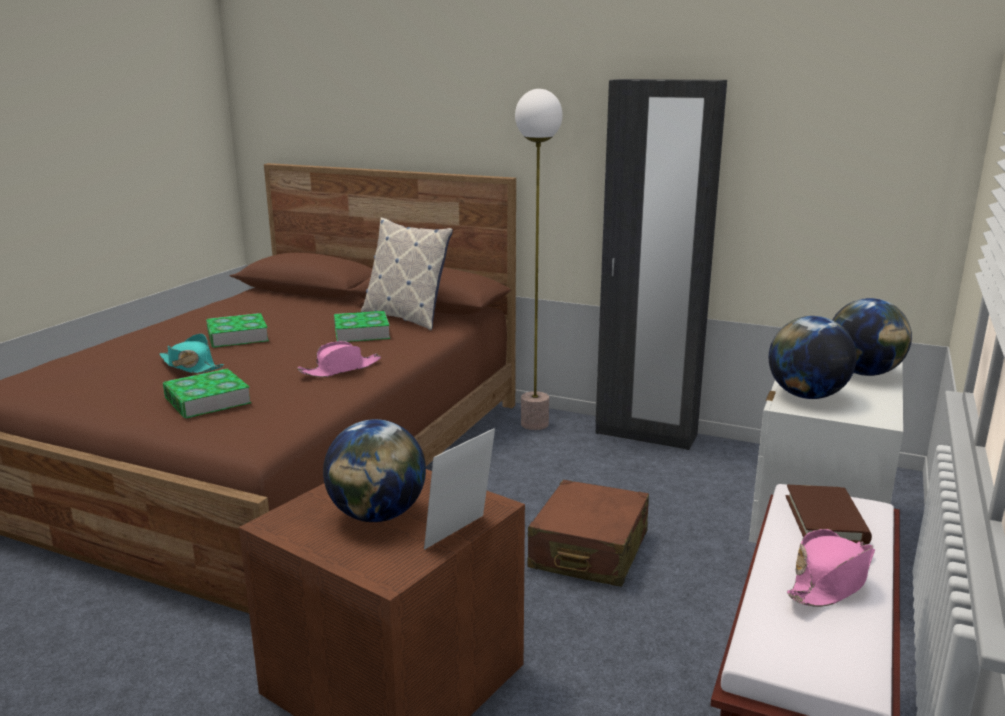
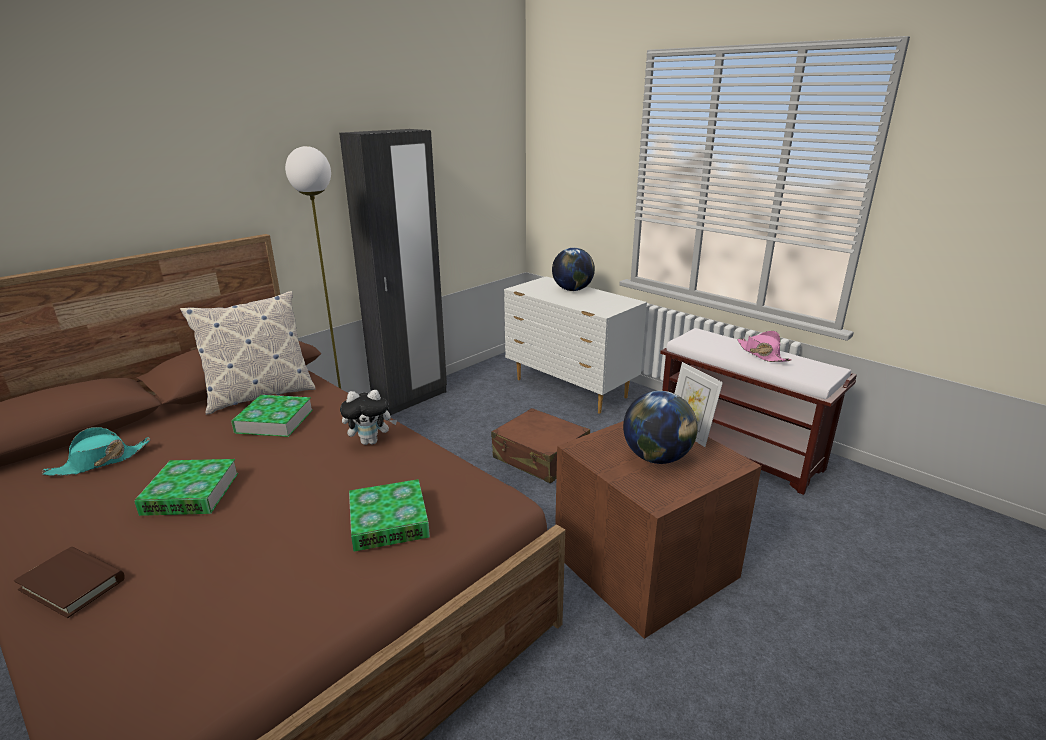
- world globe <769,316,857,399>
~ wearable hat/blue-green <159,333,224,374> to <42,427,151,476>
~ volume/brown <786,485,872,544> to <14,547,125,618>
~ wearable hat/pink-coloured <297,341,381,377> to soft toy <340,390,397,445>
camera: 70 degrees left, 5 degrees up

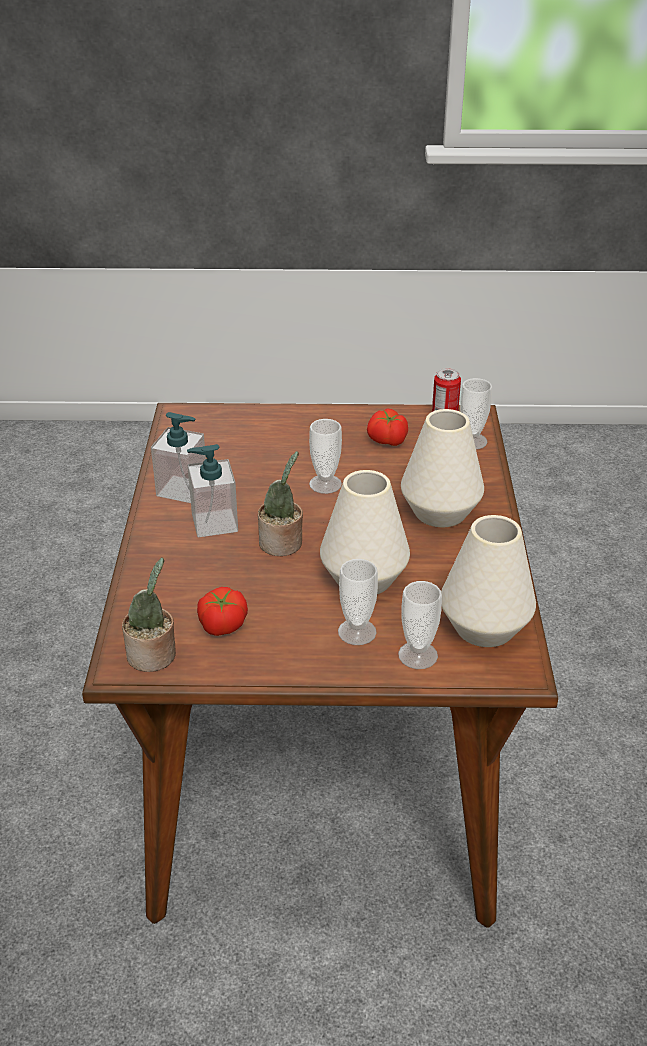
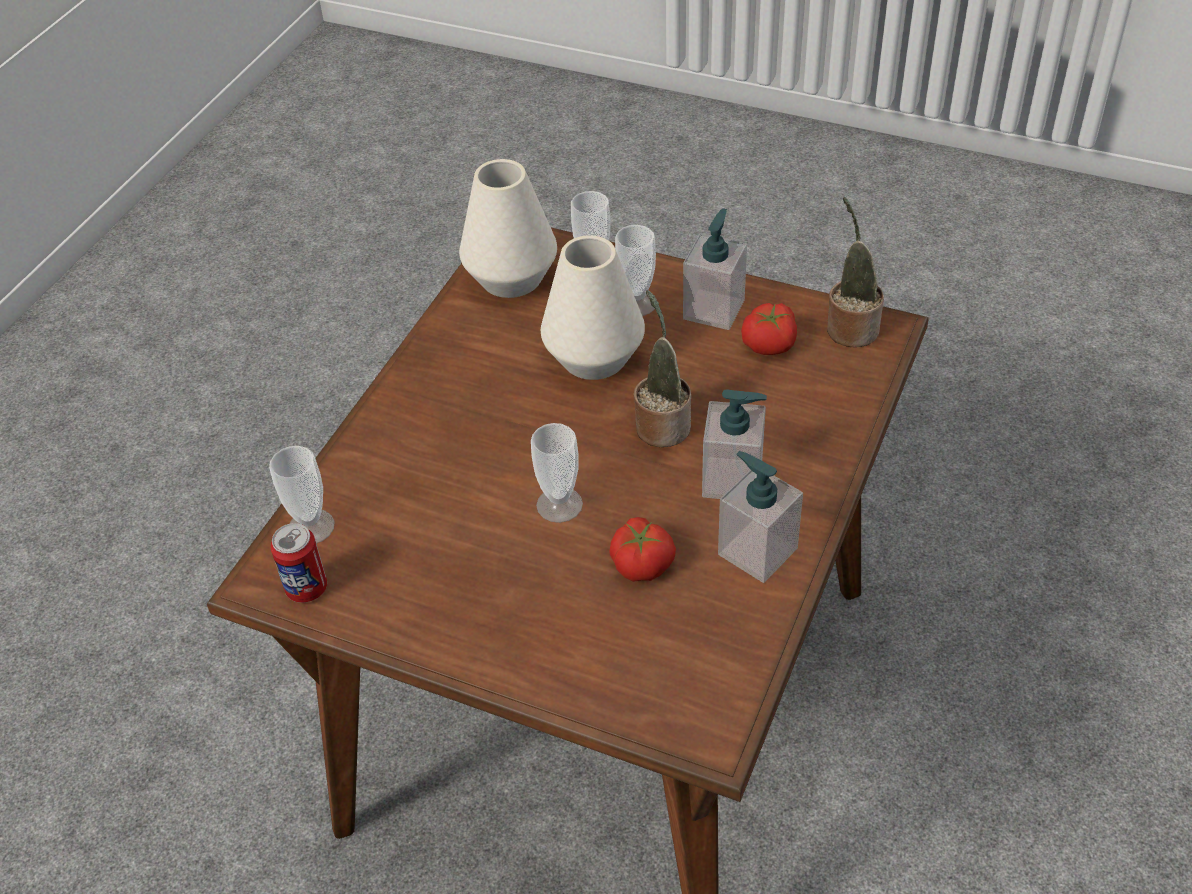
- decorative vase/white-coloured <401,409,484,527>
+ soap dispenser <683,208,747,330>
~ fresh tomato <367,408,408,446> to <609,517,676,582>
camera: 155 degrees left, 10 degrees up

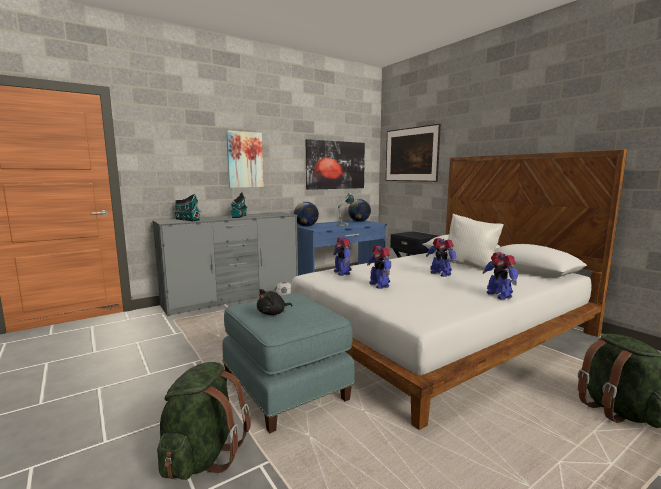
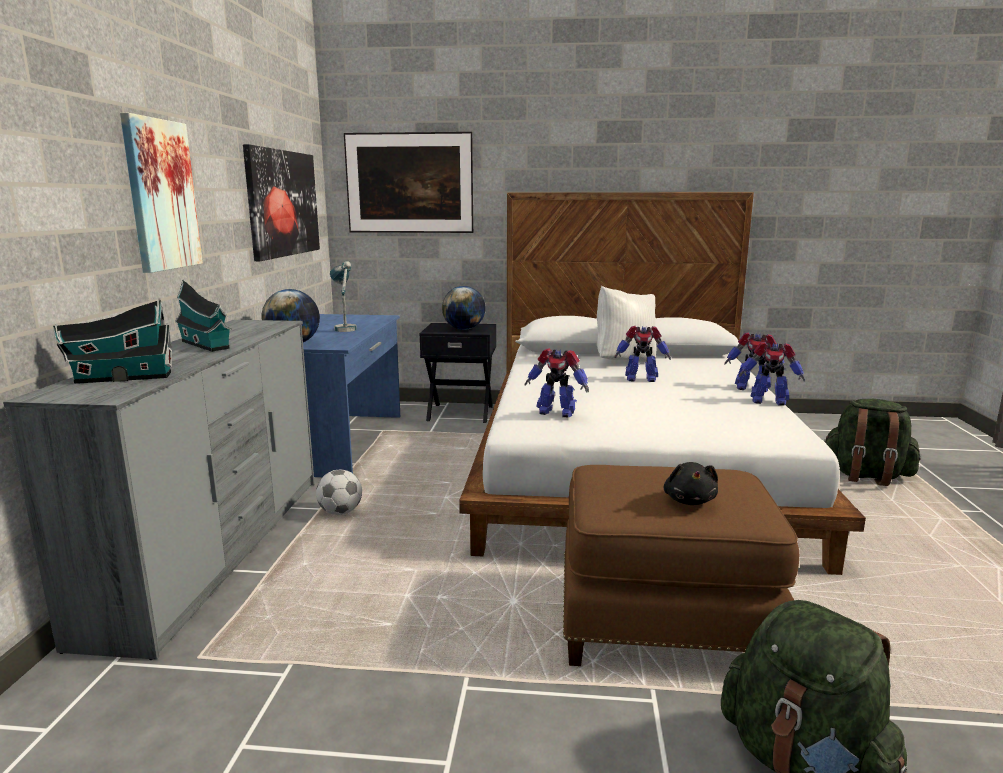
~ world globe <348,199,371,222> to <442,286,486,330>
~ model robot <367,245,391,289> to <739,342,805,406>
~ pouffe/blue-coloured <222,293,355,433> to pouffe/brown <563,465,799,666>
camera: 50 degrees left, 5 degrees up

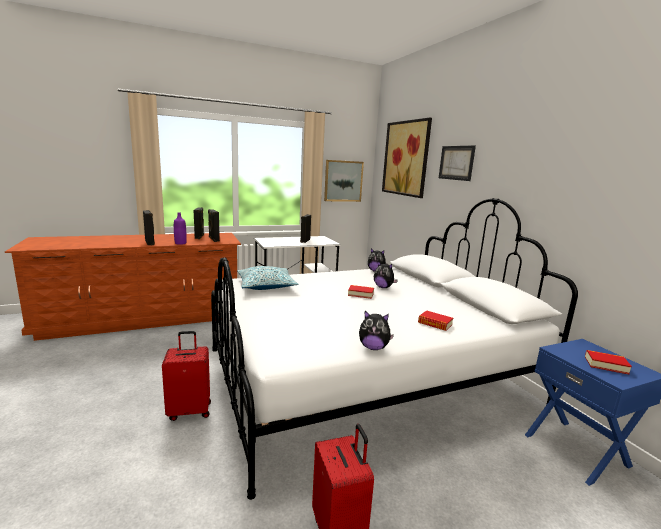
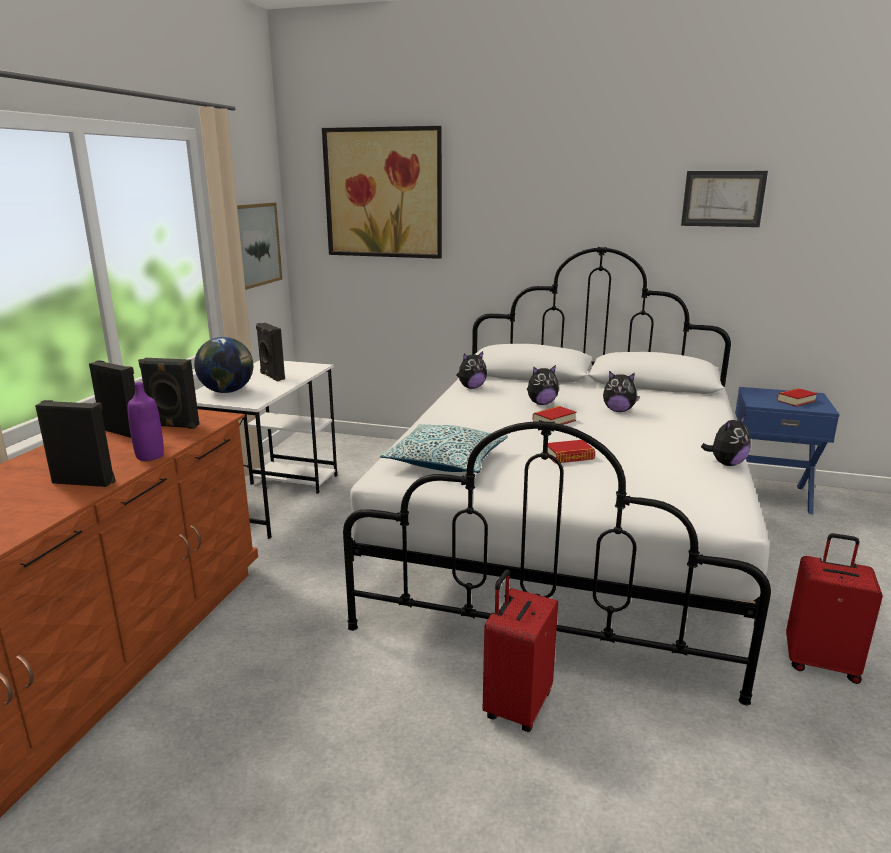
+ world globe <194,337,253,393>
+ soft toy <603,371,640,412>
~ volume <418,310,453,331> to <547,440,595,464>
~ wall picture <439,145,476,181> to <681,171,768,227>
camera: 50 degrees left, 5 degrees up

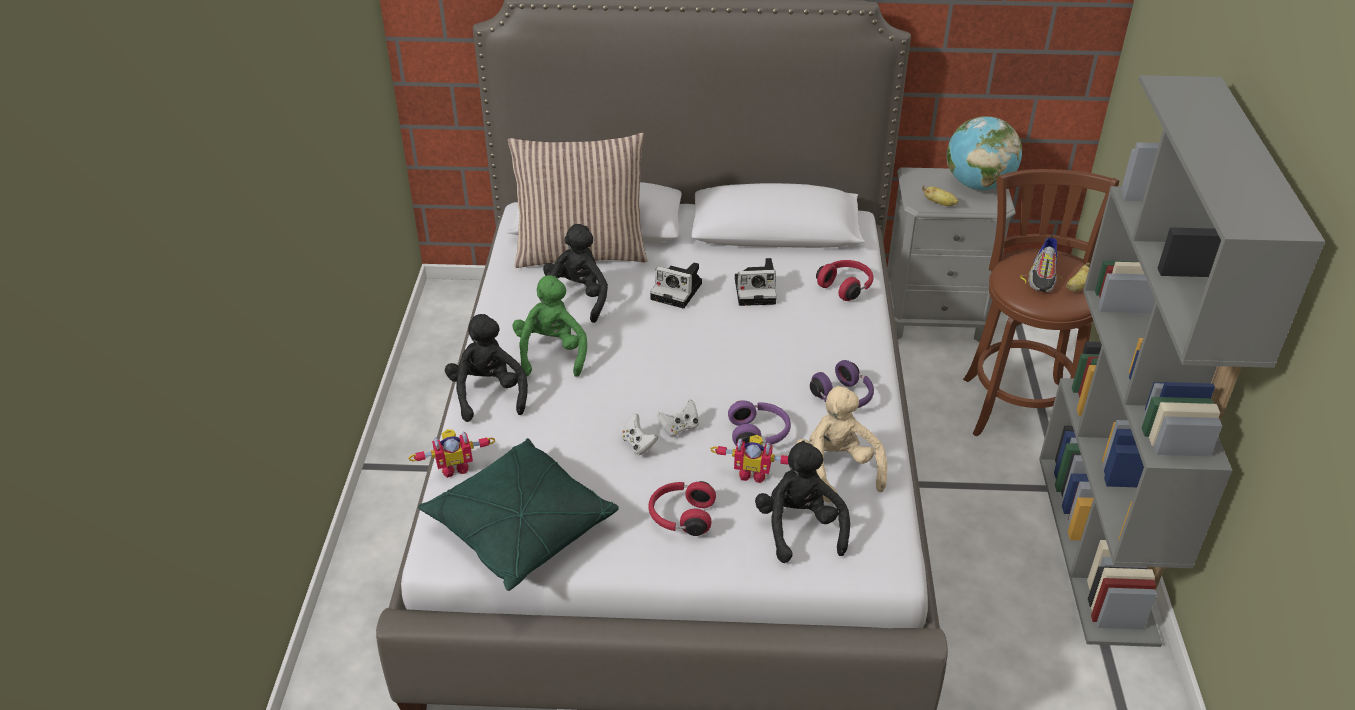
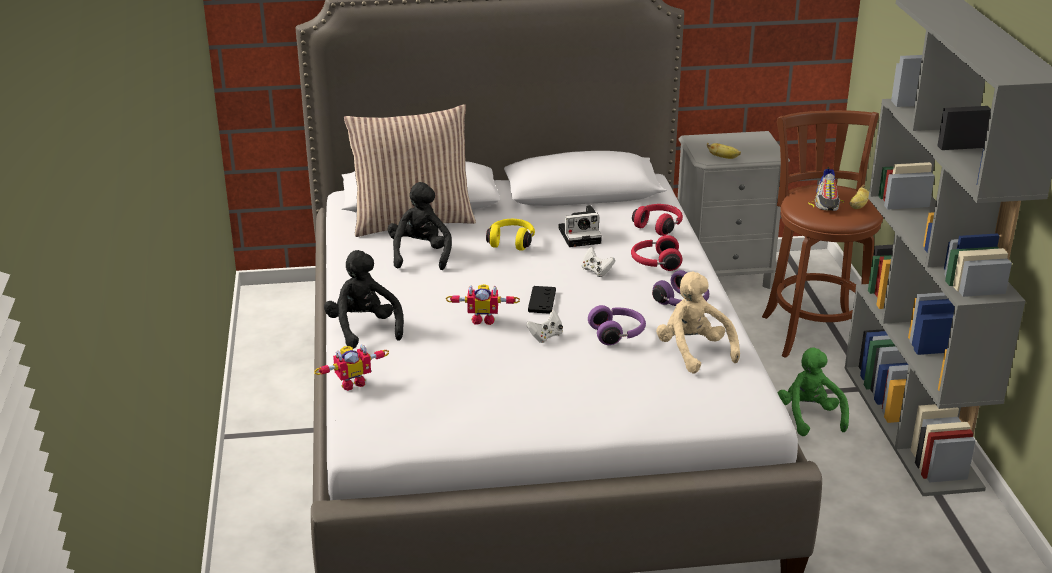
- throw pillow/green <418,438,619,591>
- soft toy/black-coloured <755,441,850,563>
- world globe <947,116,1022,190>
+ joypad/black-coloured <528,286,556,314>
~ soft toy/green <512,275,587,377> to <778,348,849,436>
~ joypad/white-coloured <621,413,658,455> to <582,247,615,277>
~ headset/reddish <648,481,716,536> to <631,235,682,271>
~ model robot <710,435,789,483> to <446,284,520,325>
~ still camera <650,262,702,309> to headset/yellowish <486,219,535,251>
camera: 10 degrees left, 10 degrees down

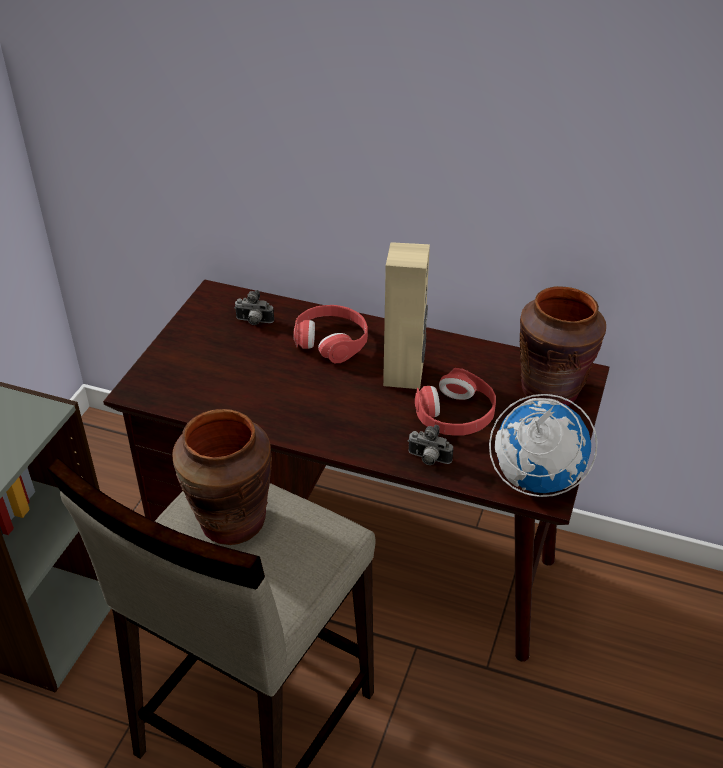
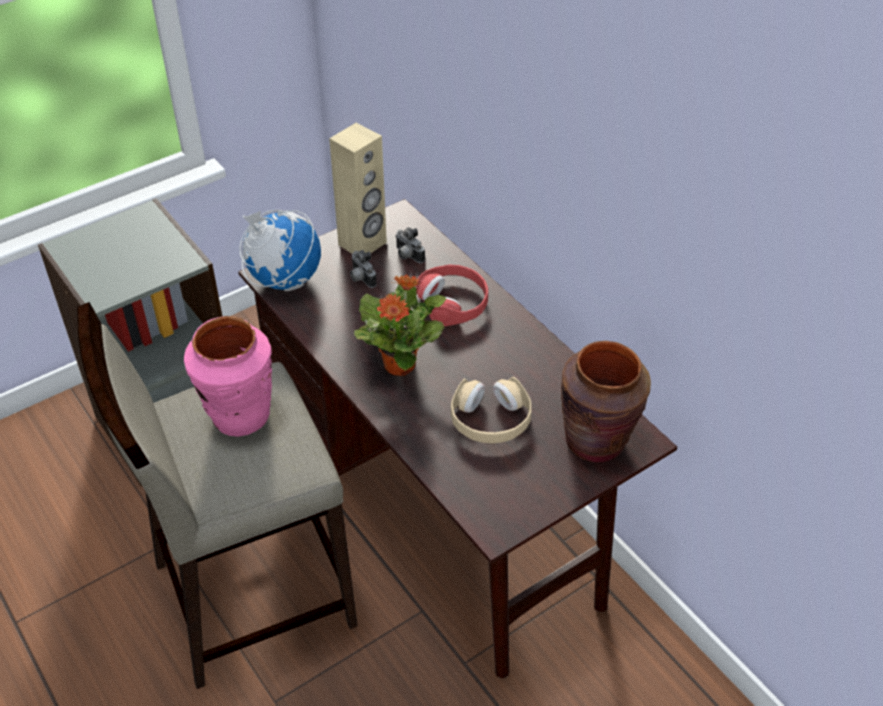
+ houseplant <354,274,446,376>
~ speaker/sand-coloured <383,242,430,389> to <329,123,387,254>
~ still camera <408,425,453,465> to <350,250,377,288>
~ world globe <489,394,598,497> to <240,210,321,291>
~ decorative vase/brown <172,409,272,545> to decorative vase/pink-coloured <184,316,272,437>
~ headset/reddish <415,368,496,436> to headset/sand-coloured <451,377,532,443>
camera: 35 degrees right, 5 degrees up

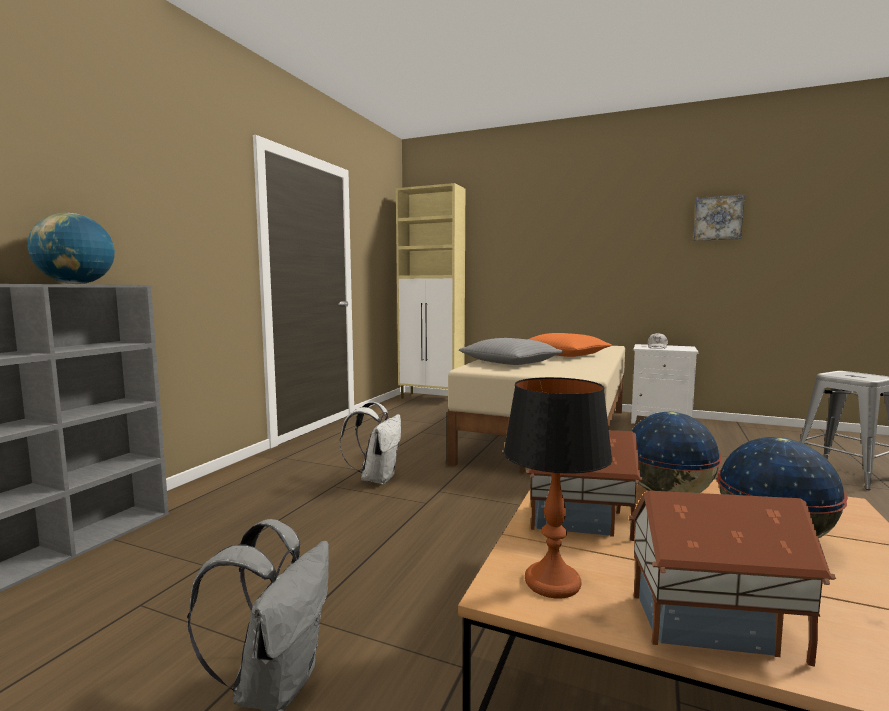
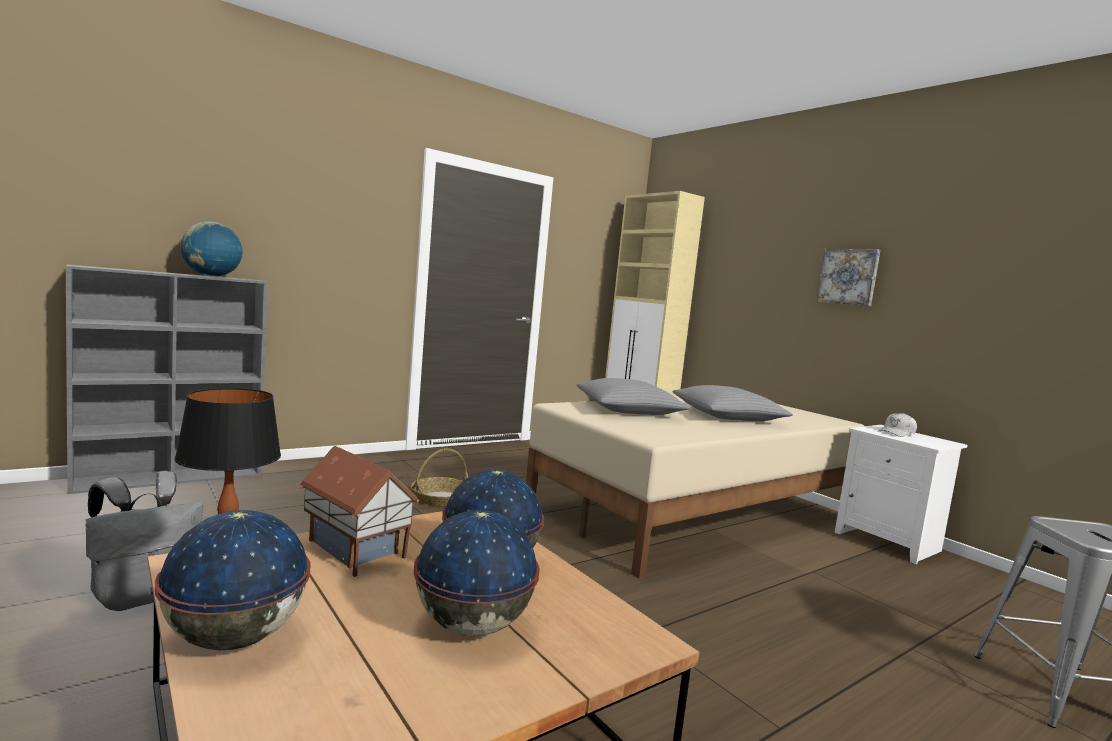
~ wall picture <693,194,745,241> to <817,249,880,306>
~ backpack/white-coloured <340,402,401,484> to storage basket <411,448,468,506>
~ model house <629,491,836,667> to world globe <155,510,311,650>
~ throw pillow/orange <527,333,612,357> to throw pillow/grey <672,385,793,421>
camera: 30 degrees right, 0 degrees up

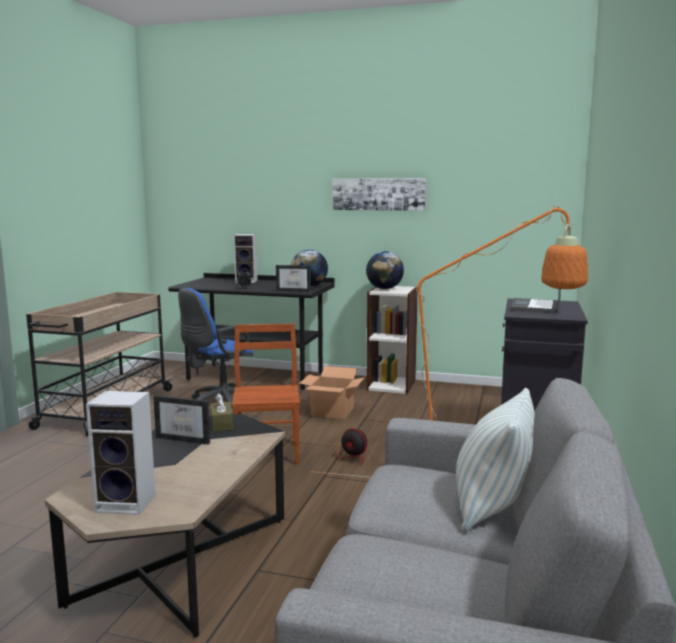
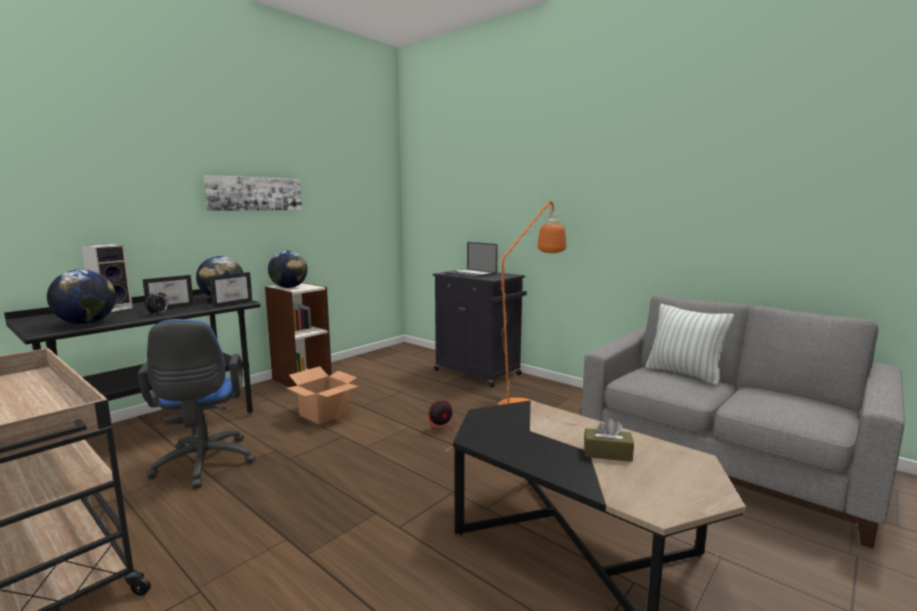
- speaker <86,391,155,515>
- chair/brown <232,324,300,465>
+ world globe <47,269,116,324>
~ picture frame <153,395,210,445> to <142,275,194,312>
~ box of tissues/brown <210,393,233,431> to <584,418,634,462>
camera: 65 degrees left, 0 degrees up

